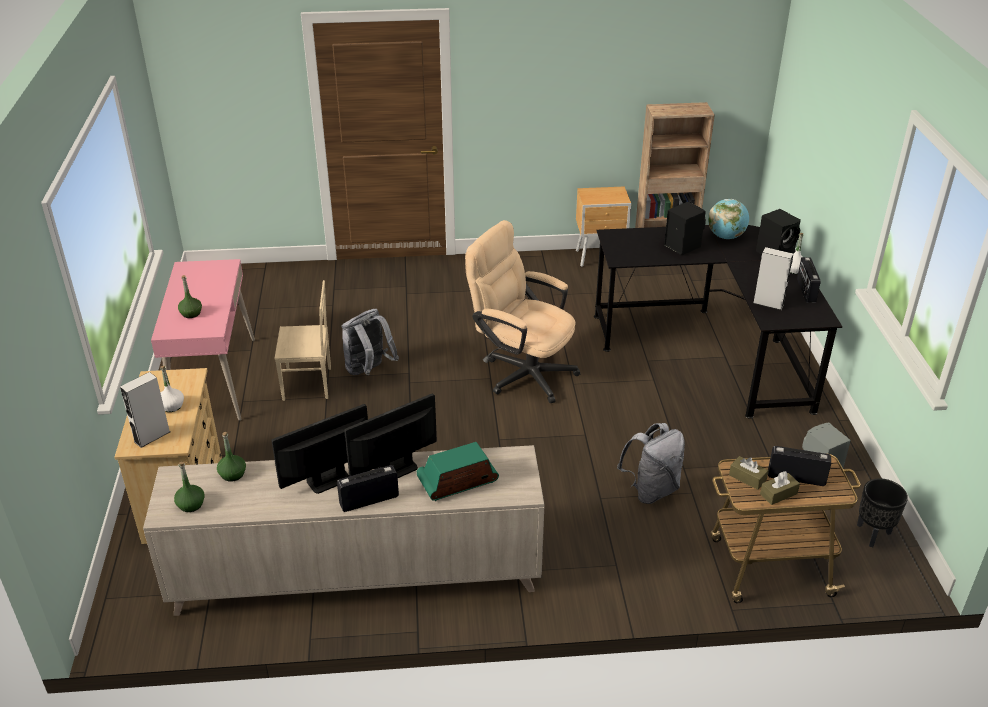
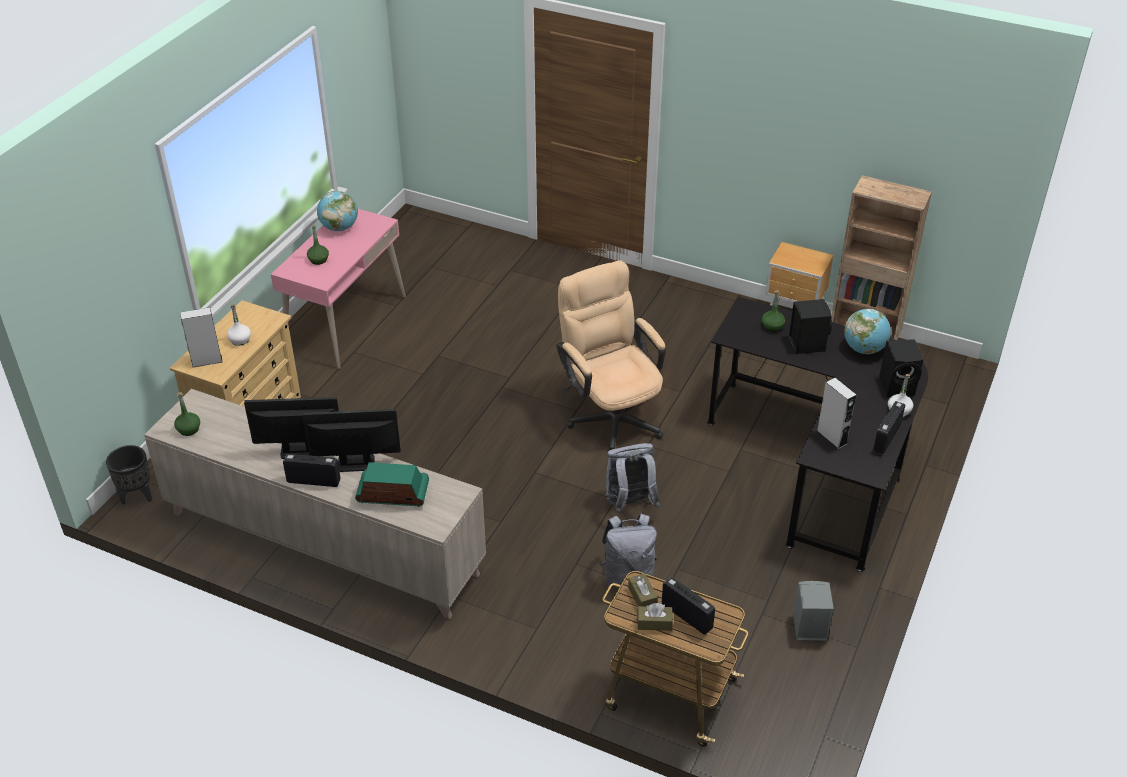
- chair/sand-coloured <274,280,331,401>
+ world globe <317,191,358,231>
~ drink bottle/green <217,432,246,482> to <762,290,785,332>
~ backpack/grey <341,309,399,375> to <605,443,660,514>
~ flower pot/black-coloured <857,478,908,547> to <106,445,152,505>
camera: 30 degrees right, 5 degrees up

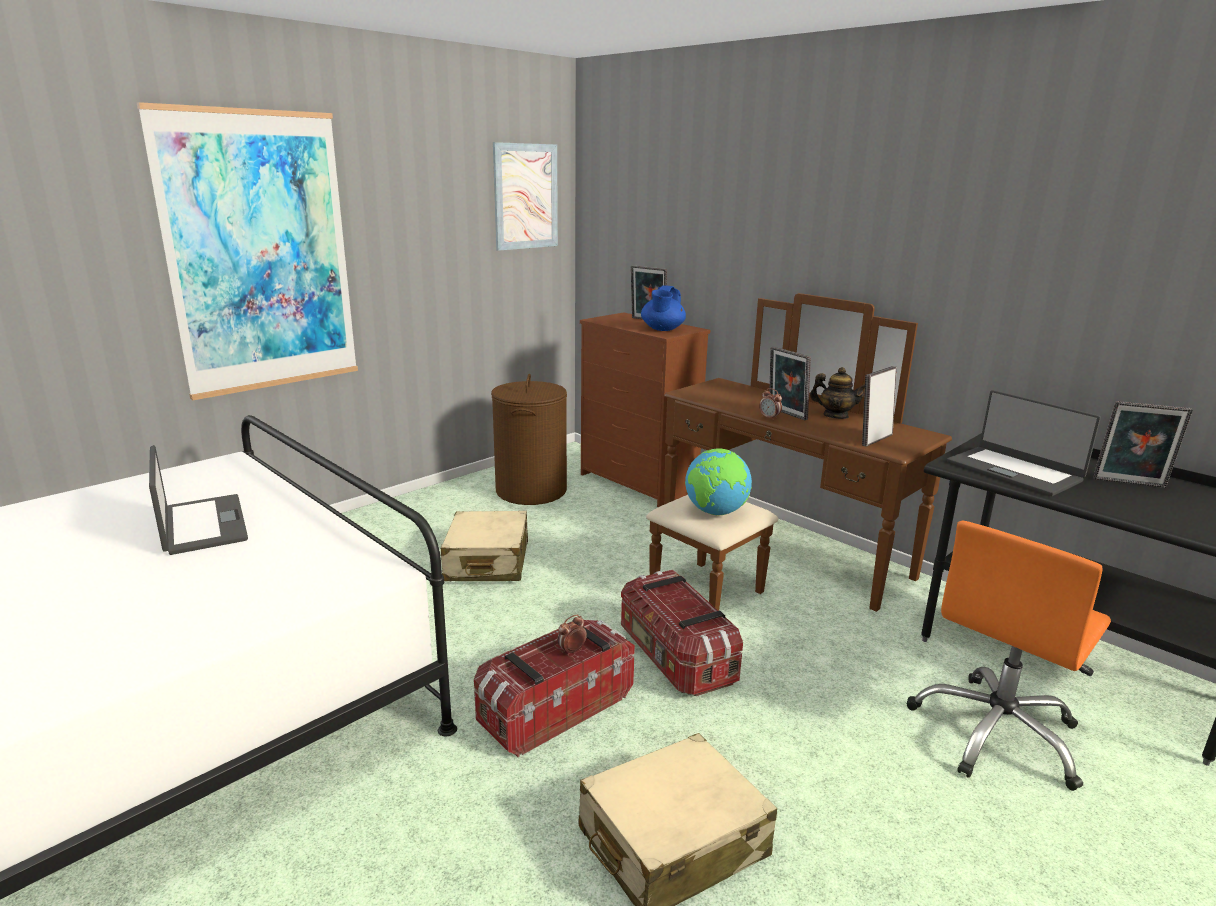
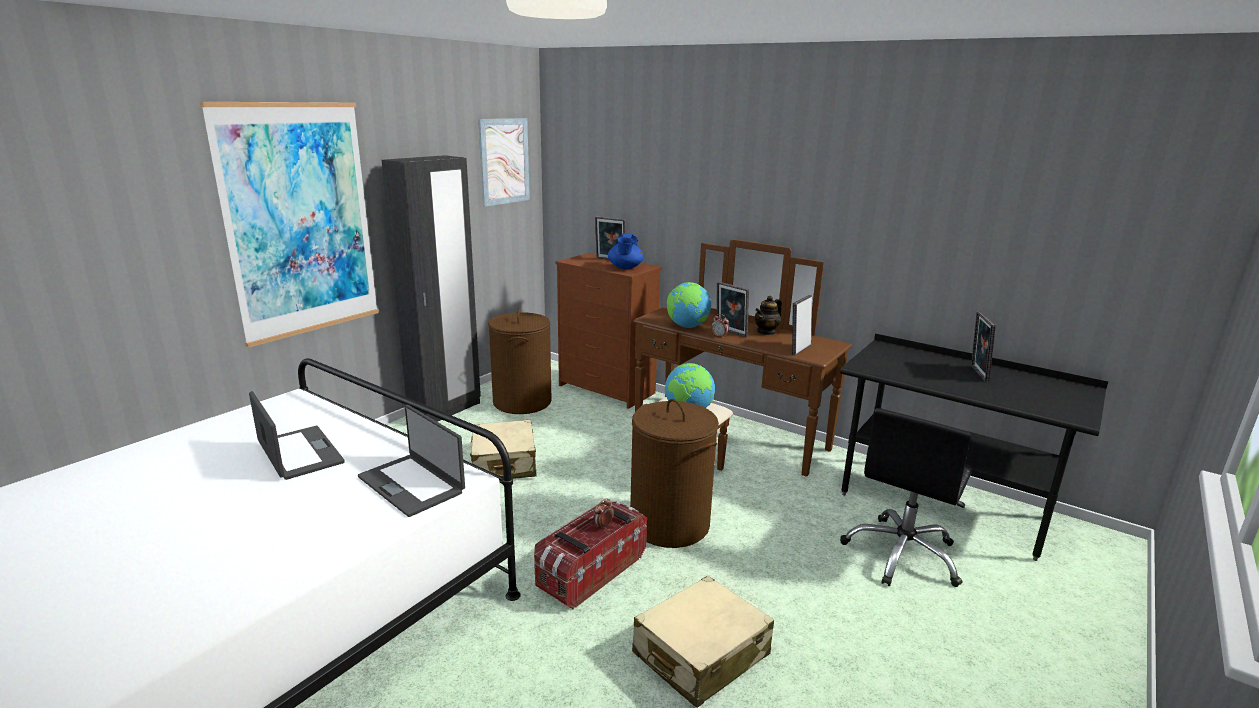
+ wardrobe/black-coloured <382,155,481,422>
+ world globe <667,282,711,328>
~ laptop <947,390,1101,496> to <358,405,465,517>
~ storage bin <621,570,743,696> to washing basket/brown <630,399,719,548>
~ computer chair/orange <907,520,1111,791> to computer chair/black-coloured <840,408,973,587>
~ teapot <810,367,865,419> = <754,295,782,335> 120 degrees clockwise
~ picture frame <1093,401,1193,488> = <971,312,996,382> 90 degrees clockwise
camera: 10 degrees left, 0 degrees up

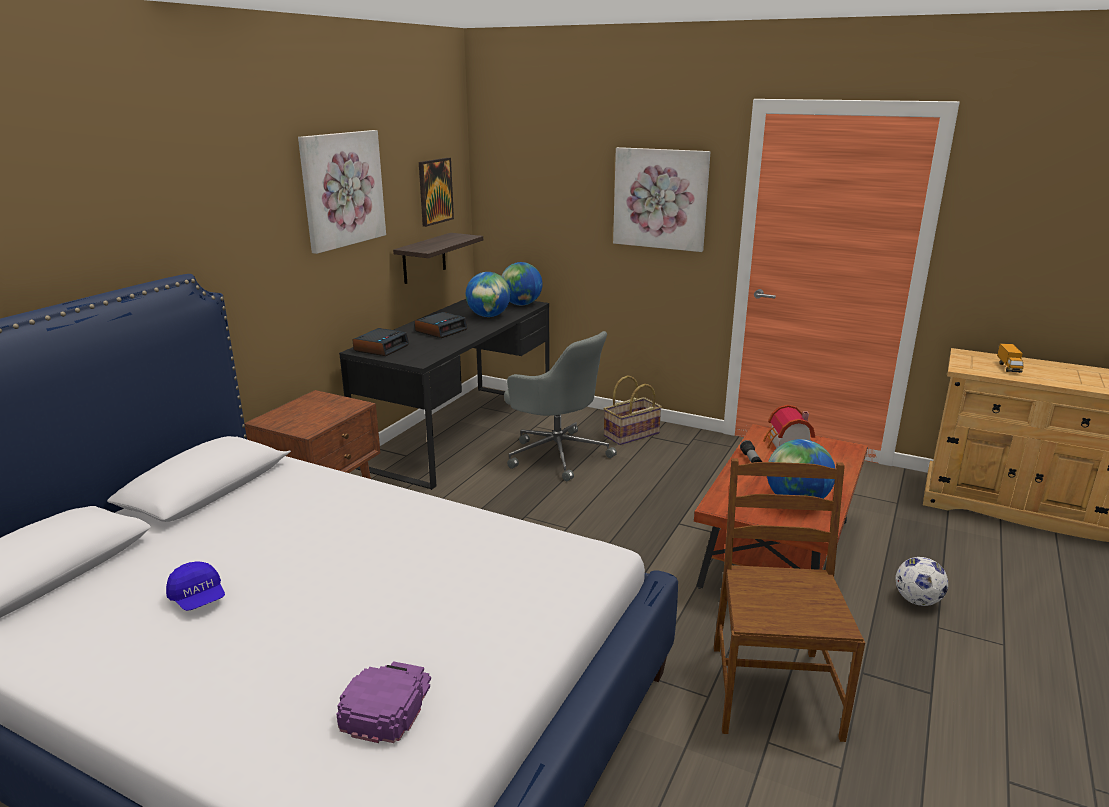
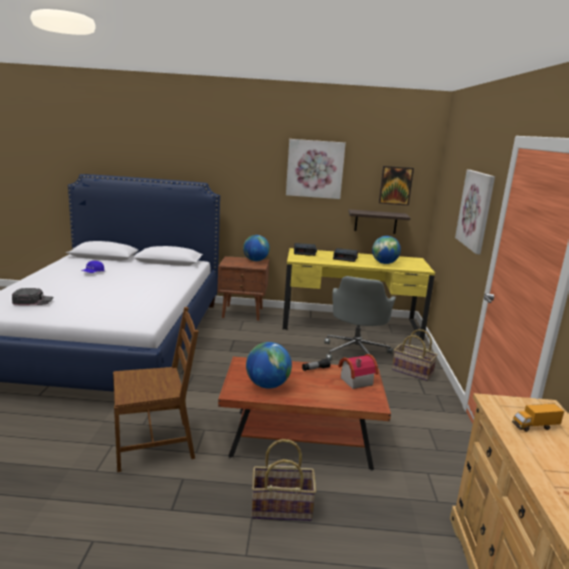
~ world globe <501,262,543,306> to <243,235,270,261>
~ ball for football <896,557,948,606> to storage basket <251,439,316,521>
~ baseball cap/purplish <336,661,431,743> to baseball cap/black-coloured <12,288,53,305>
~ desk/black-coloured <339,299,549,490> to desk/yellowish <283,248,435,341>
camera: 65 degrees right, 5 degrees down

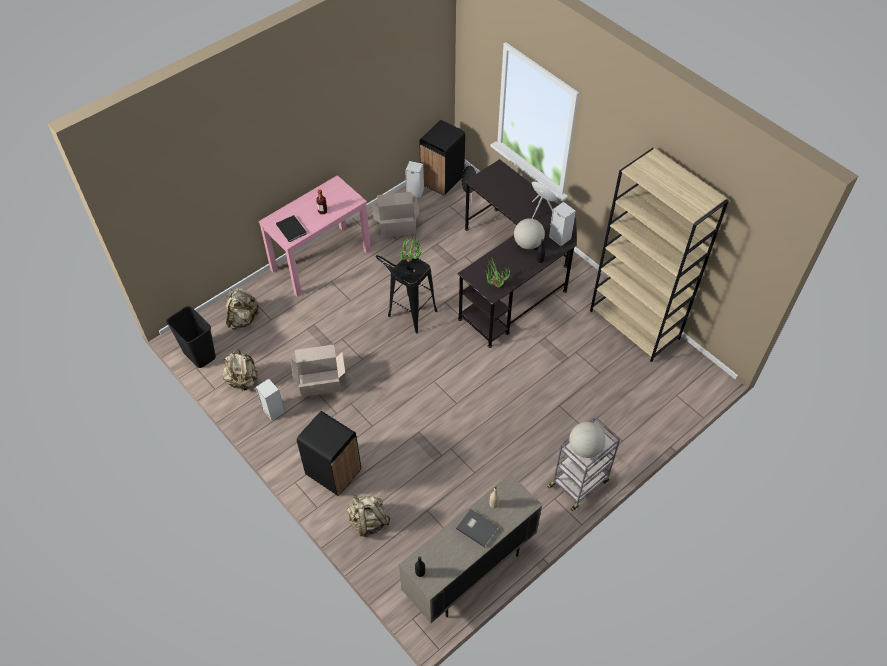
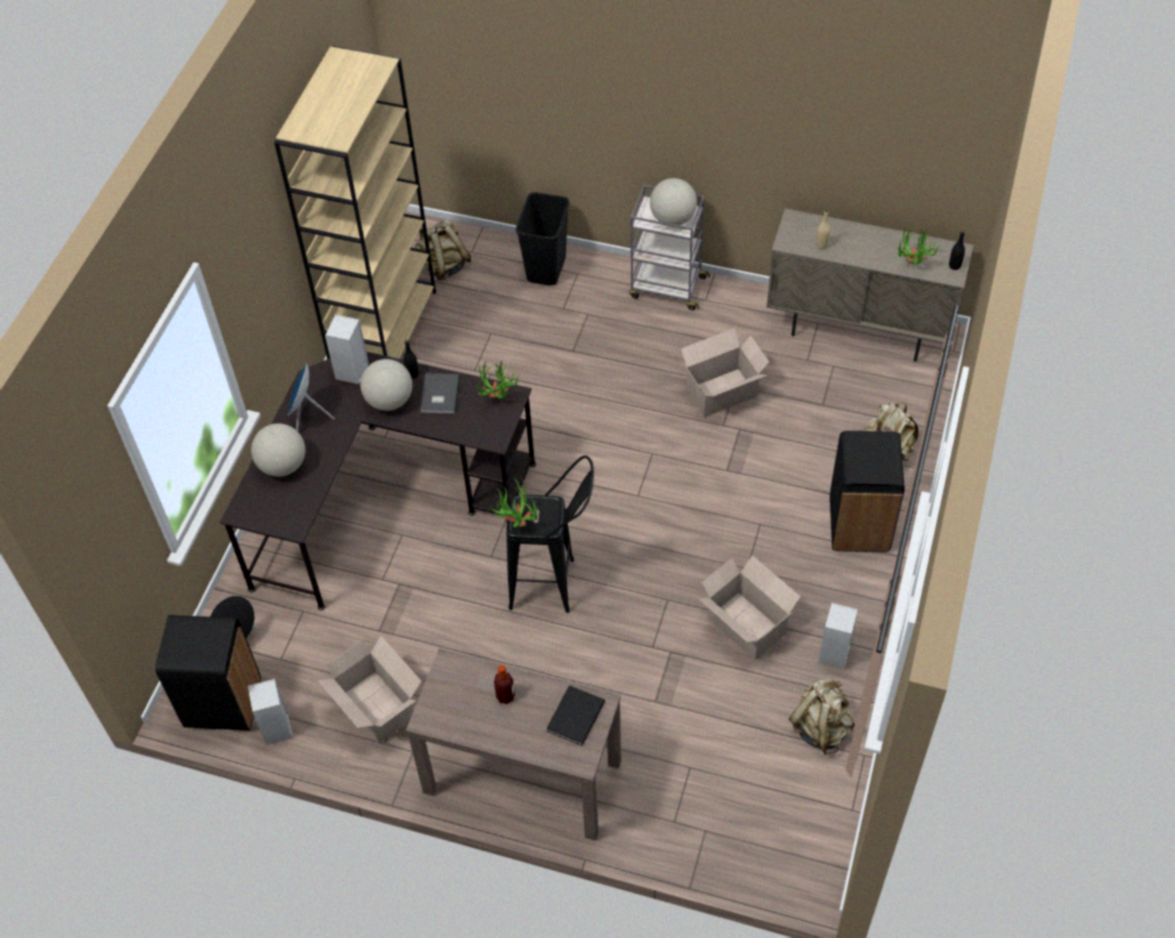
+ world globe <251,423,305,477>
+ cardboard box <681,328,769,417>
+ houseplant <897,226,942,265>
~ rubbish bin/black-coloured <166,306,216,368> to <516,192,569,286>
~ backpack/sand-coloured <226,288,260,330> to <414,218,471,281>
~ volume/grey <456,509,498,547> to <420,374,460,414>
~ hall table/pink-coloured <259,175,371,297> to hall table/brown <406,648,621,841>
camera: 120 degrees left, 0 degrees up

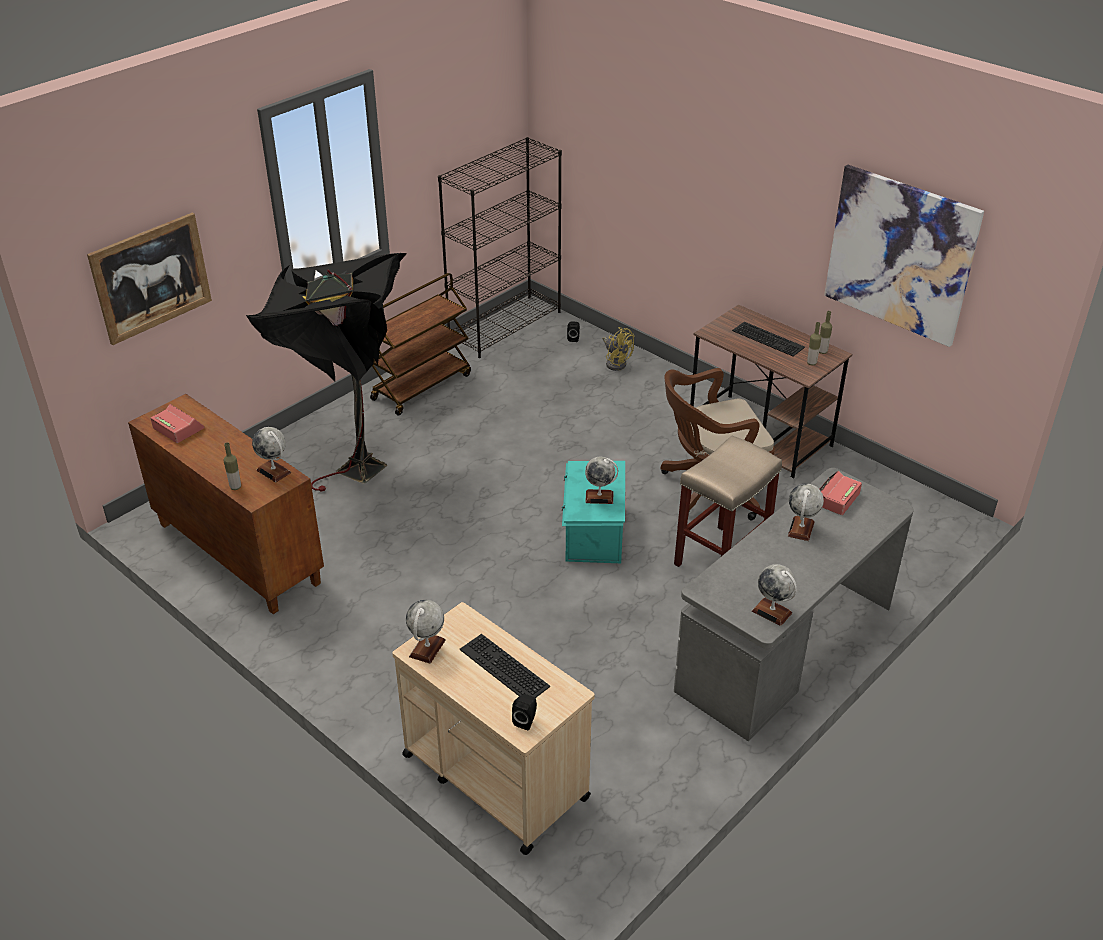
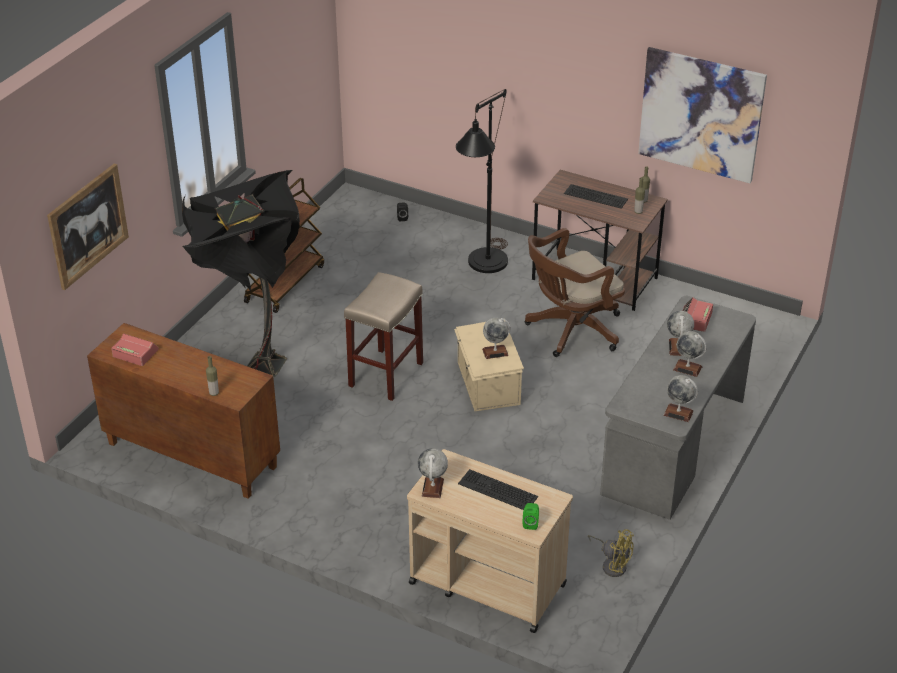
- bookcase/black-coloured <438,137,562,358>
+ standing lamp/black-coloured <456,89,508,273>
~ world globe <252,427,291,482> to <673,331,707,377>
~ fan/yellowish <602,327,634,371> to <588,529,634,577>
~ stool/sand-coloured <674,436,782,567> to <344,272,423,401>
~ speaker/black-coloured <512,694,537,730> to speaker/green <522,503,539,530>
~ storage bin/blue-green <562,461,625,563> to storage bin/sand-coloured <454,322,524,411>
camera: 15 degrees left, 0 degrees up

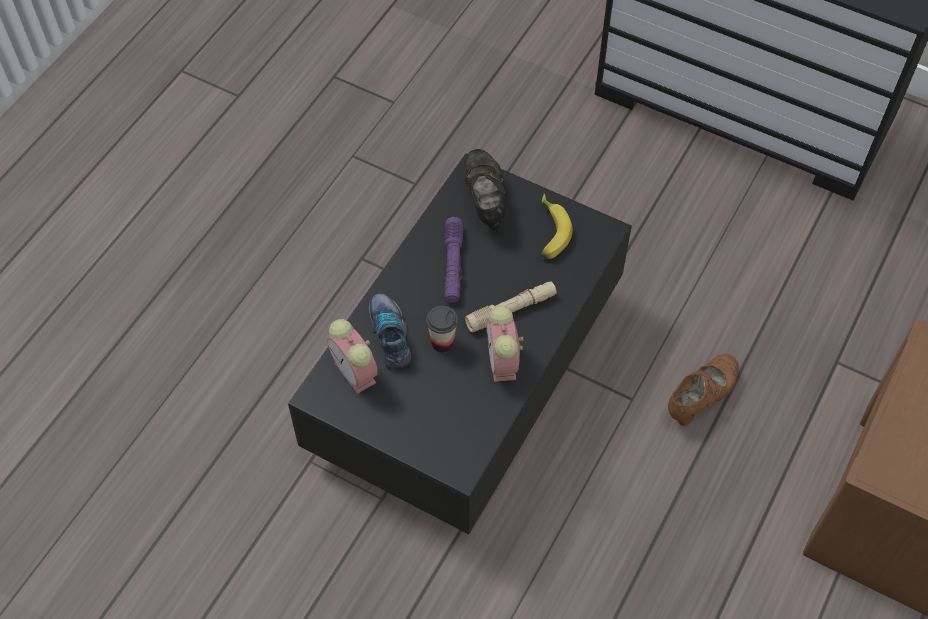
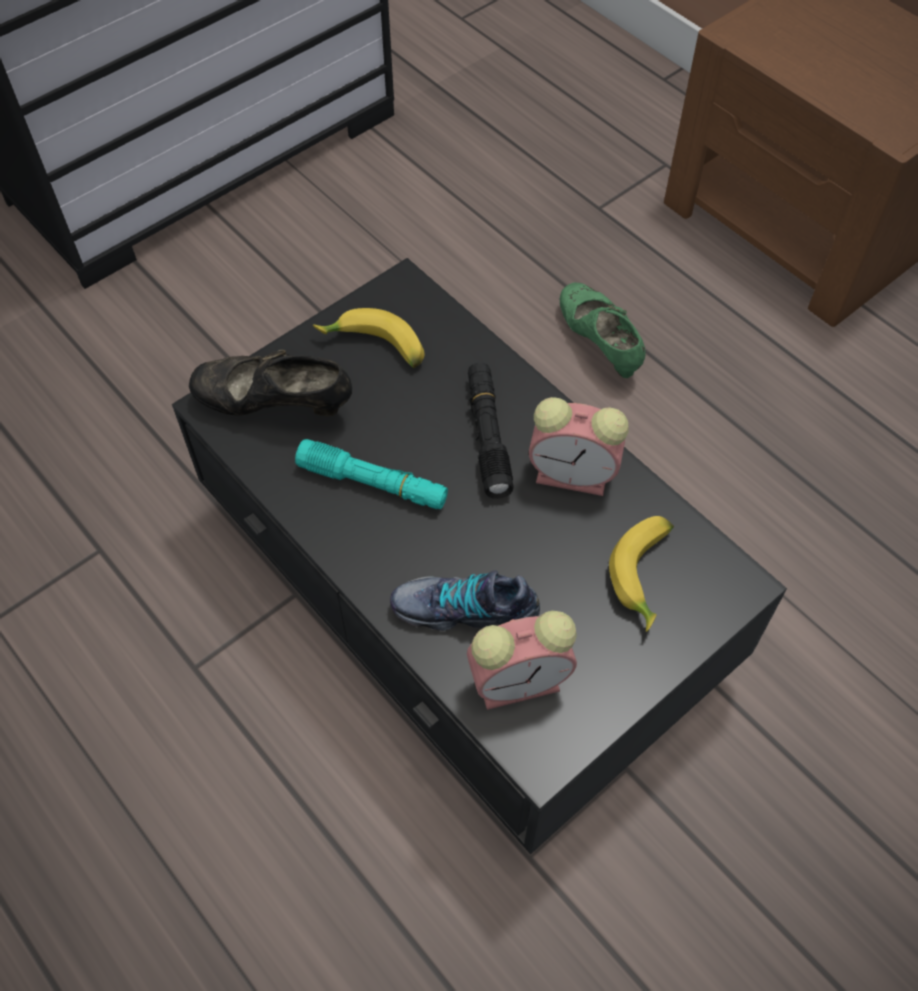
- drinking cup <426,306,458,353>
+ whole banana <609,516,674,632>
~ torch/purplish <444,217,463,303> to torch/blue-green <295,439,448,509>
~ torch/sand-coloured <465,281,557,332> to torch/black-coloured <468,362,514,499>
~ item of footwear/brown <668,354,739,426> to item of footwear/green <560,283,645,378>
camera: 70 degrees left, 0 degrees up

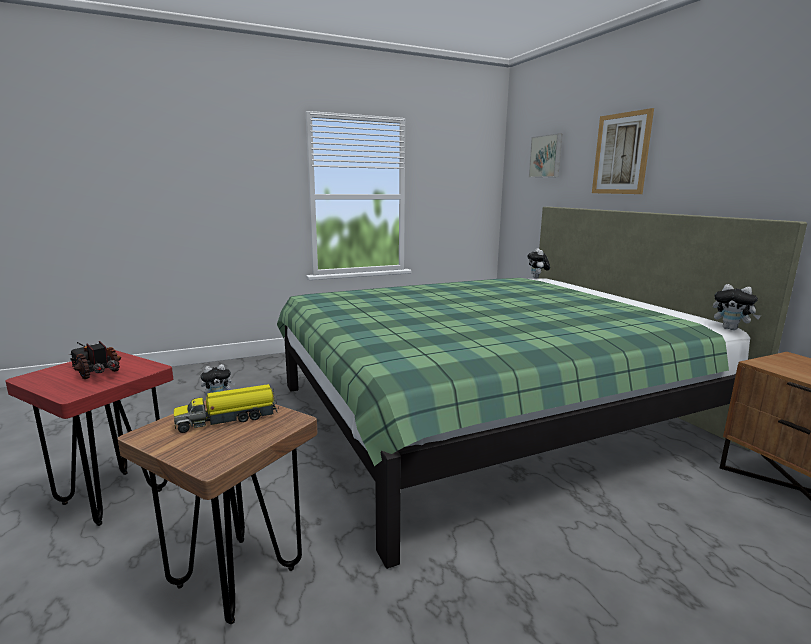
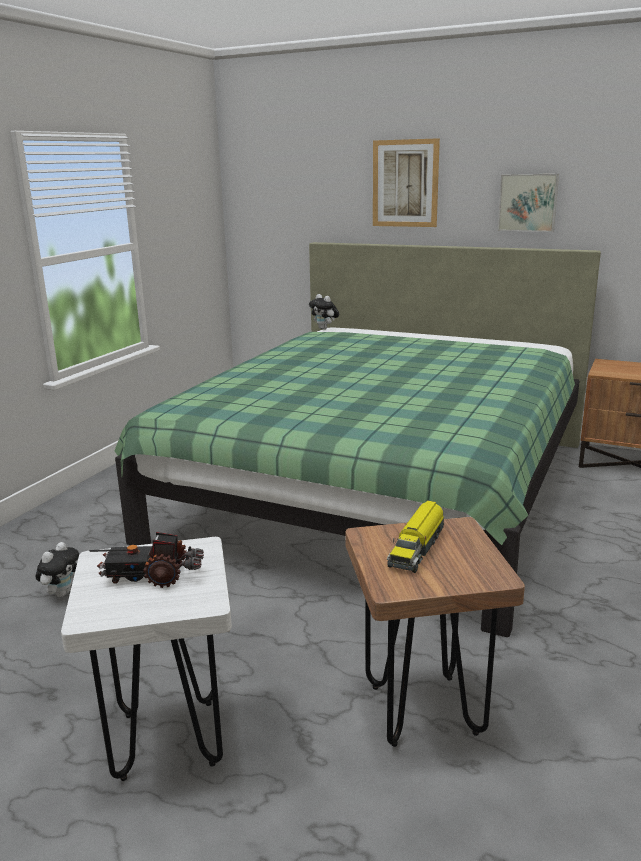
- soft toy <713,284,761,330>
~ wall picture <529,133,562,178> to <498,174,559,232>
~ stool/reddish <5,350,173,526> to stool/white-coloured <61,537,232,781>
camera: 40 degrees left, 5 degrees up

